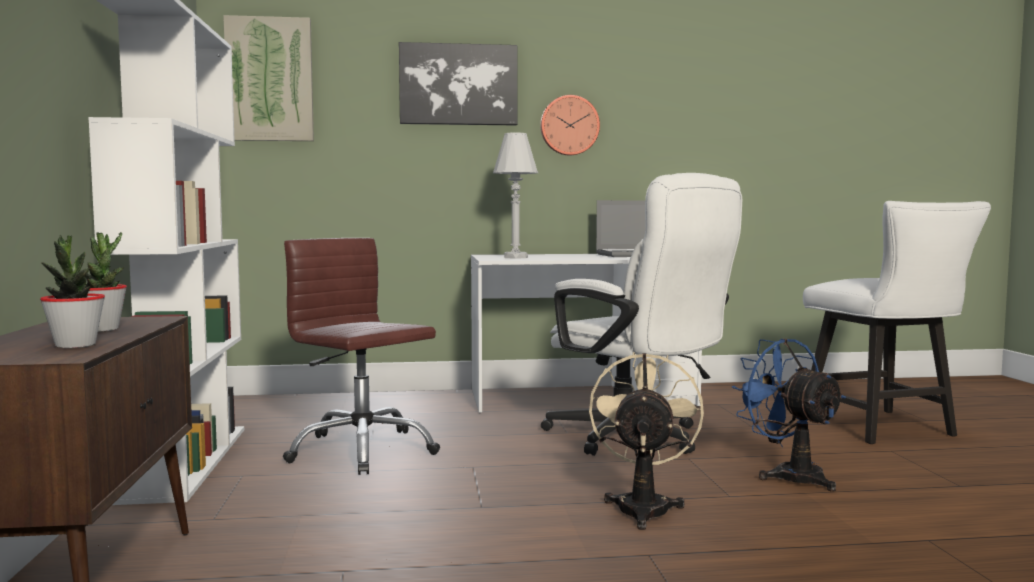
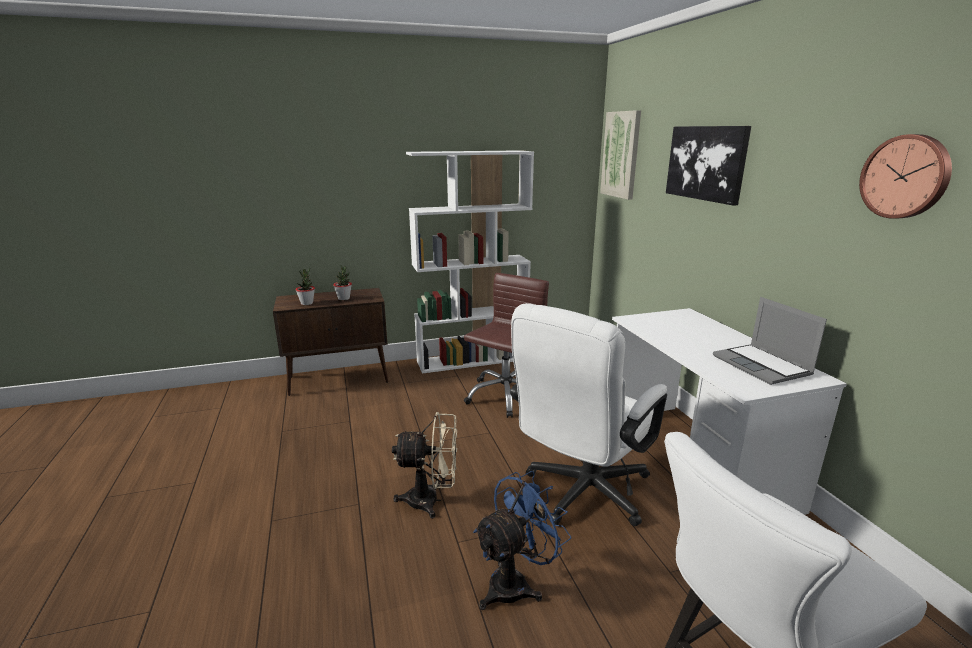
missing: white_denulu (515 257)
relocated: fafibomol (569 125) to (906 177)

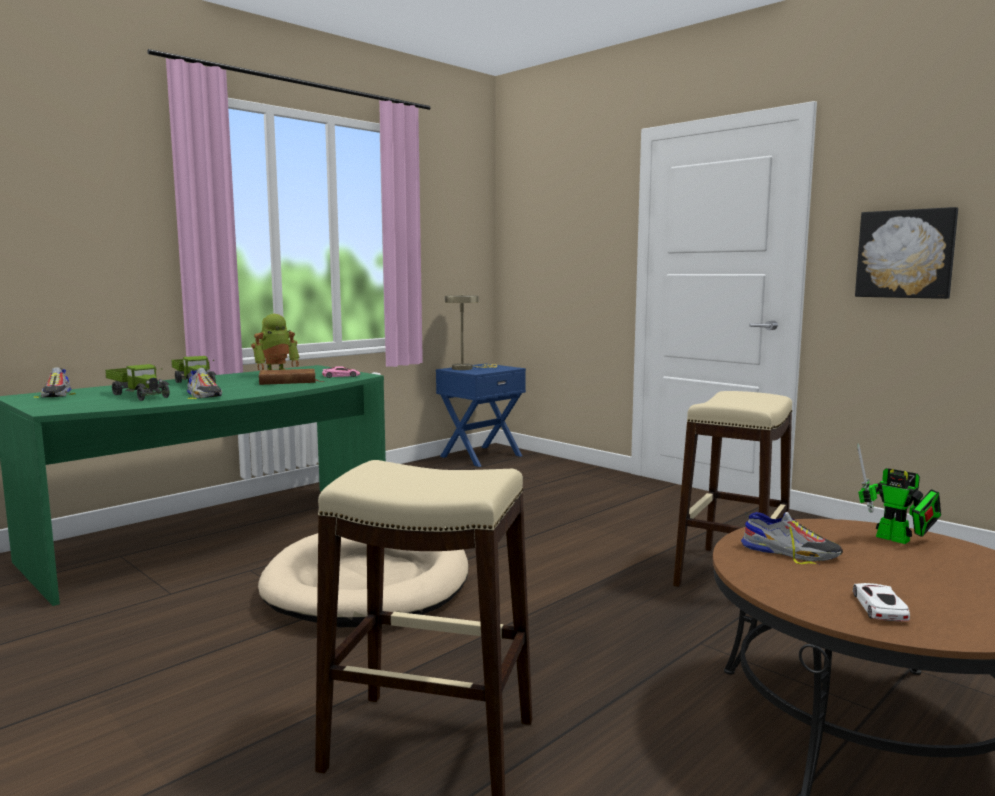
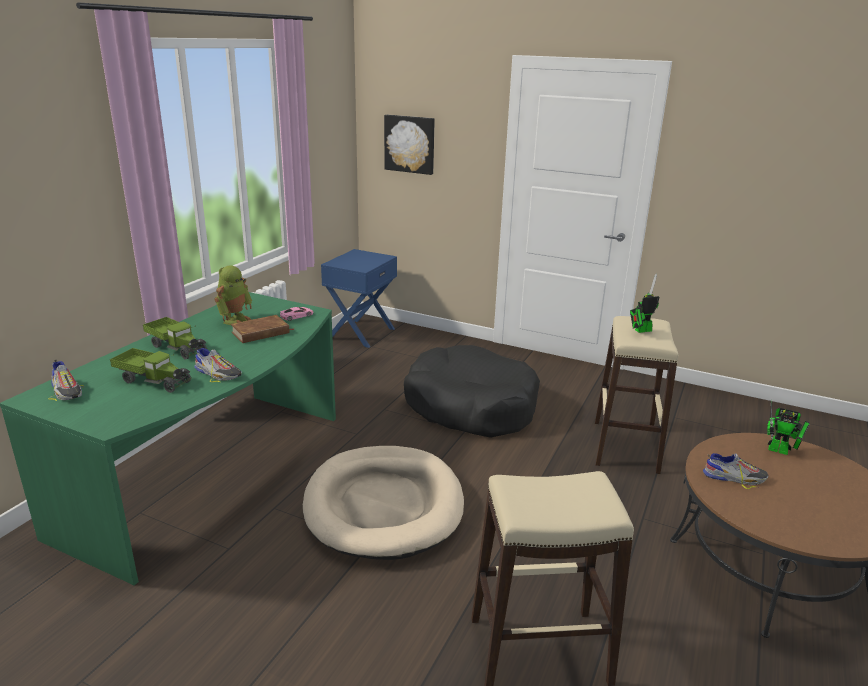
missing: beige_denulu (466 368); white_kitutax (879 607)
appeared: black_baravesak (470 406); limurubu (641 330)
relocated: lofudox (905 254) to (410 144)

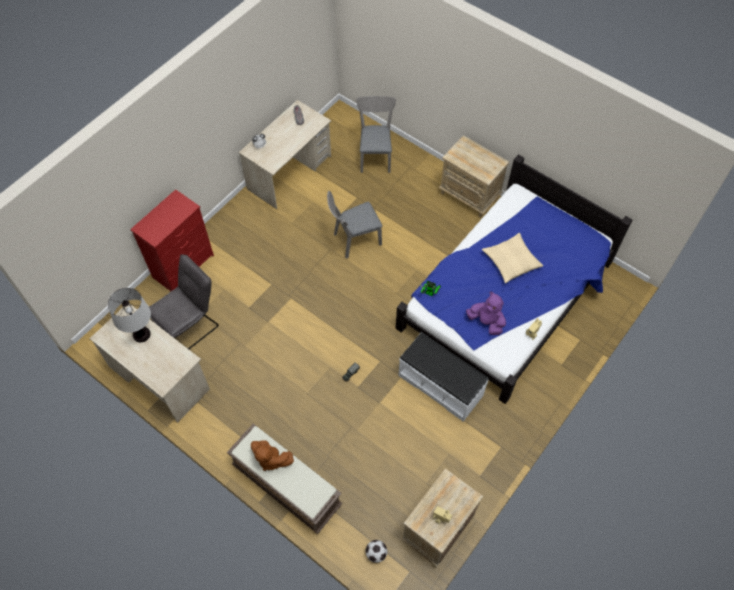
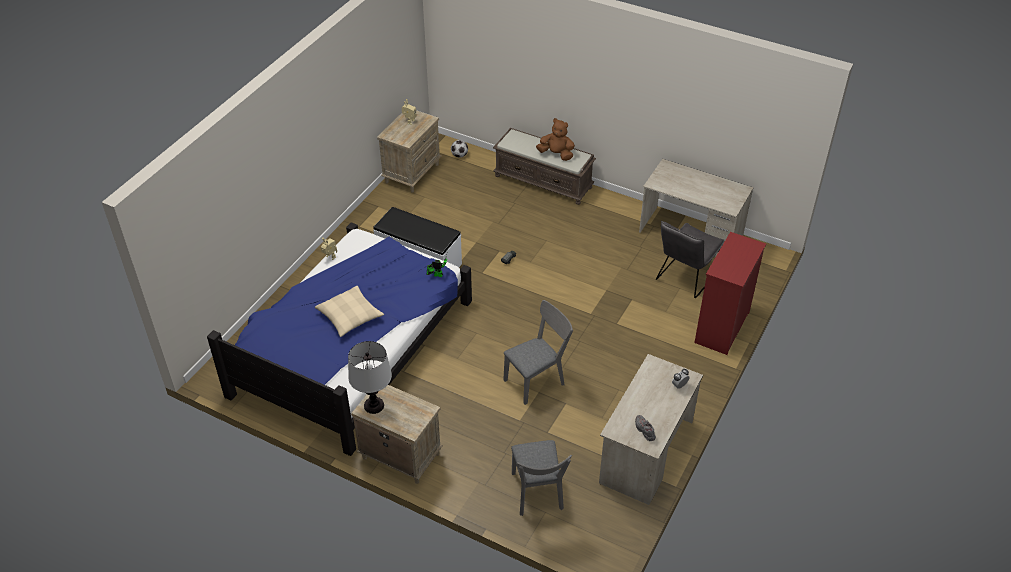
missing: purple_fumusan (486 322)
relocated: denulu (141 334) to (373 405)

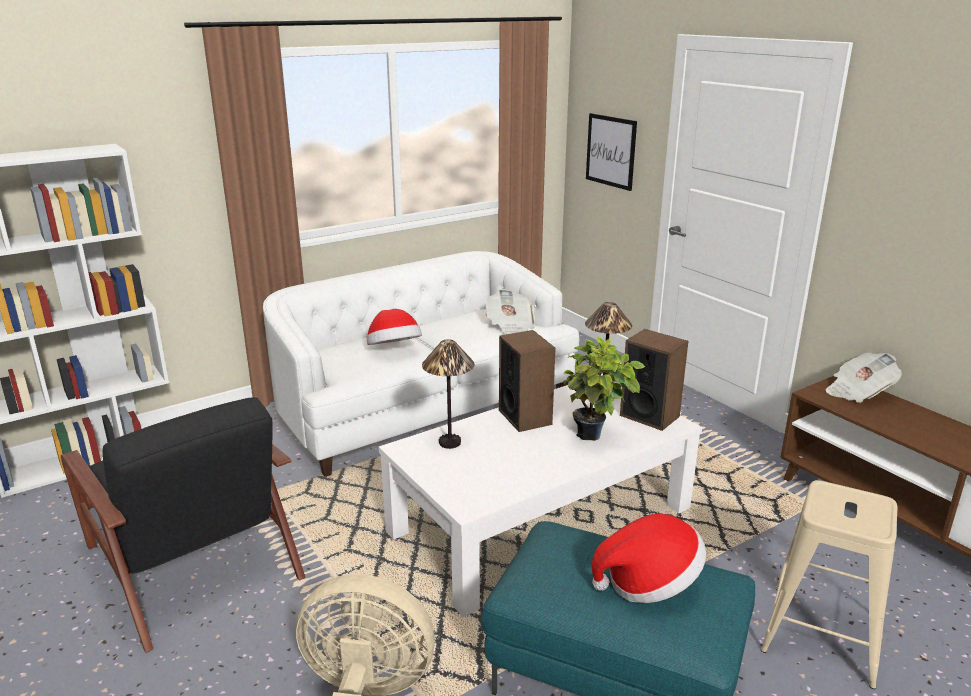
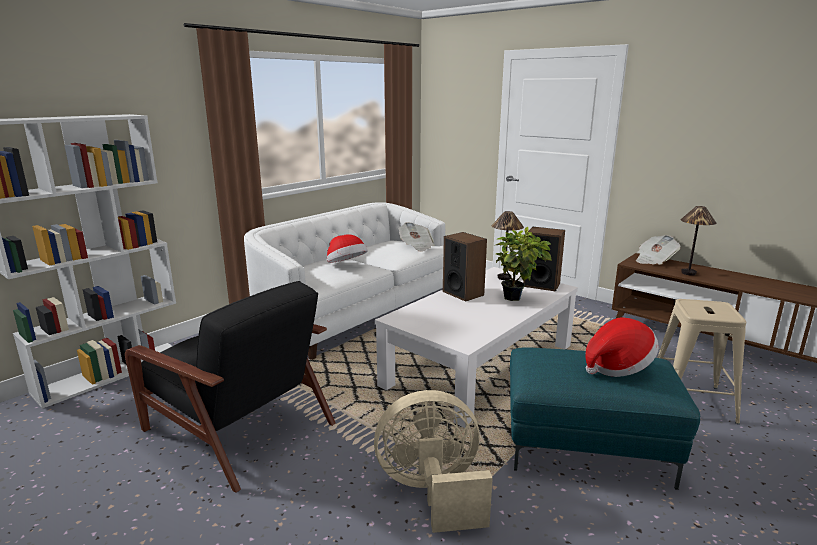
missing: lofudox (611 151)
relocated: denulu (449 443) to (688 273)

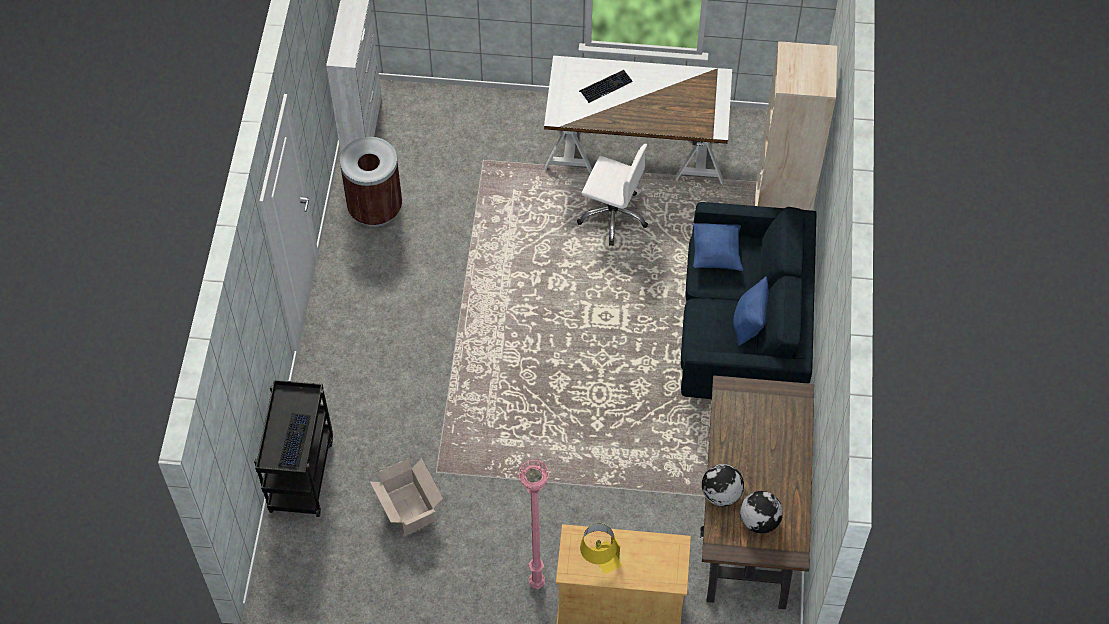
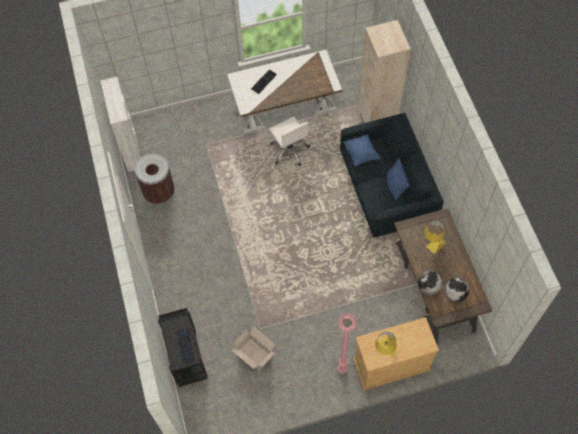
appeared: yellow_denulu (432 242)
spun: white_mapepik (613 216) = (289 150) 60 degrees clockwise

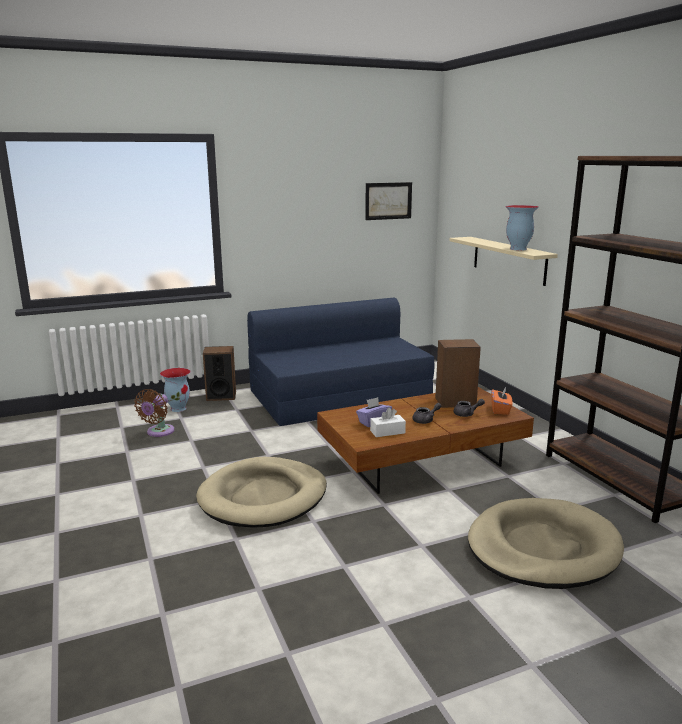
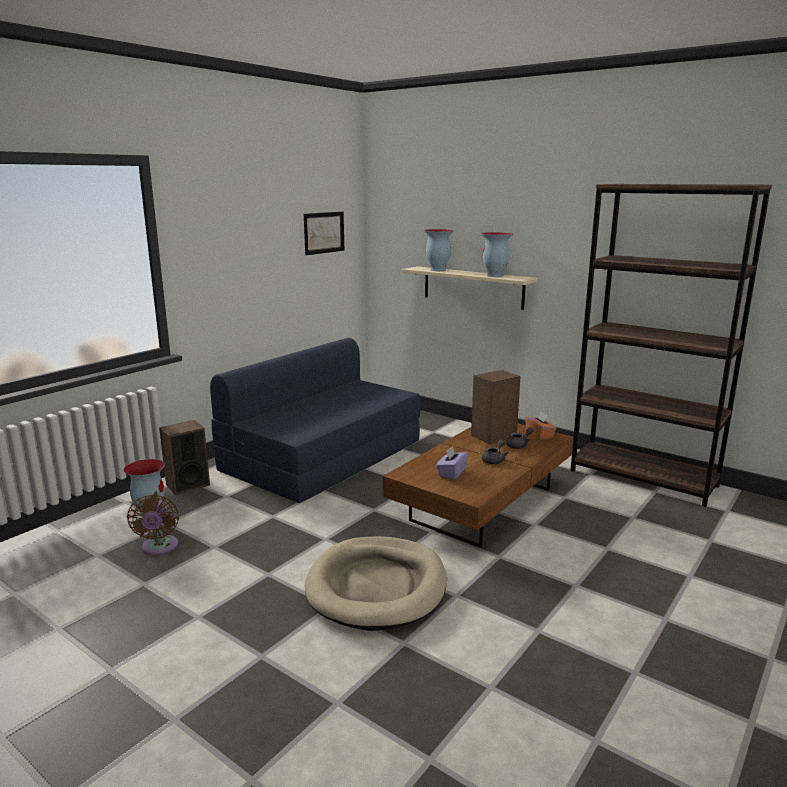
missing: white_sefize (387 432); beige_baravesak (542 548)
appeared: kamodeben (437 270)

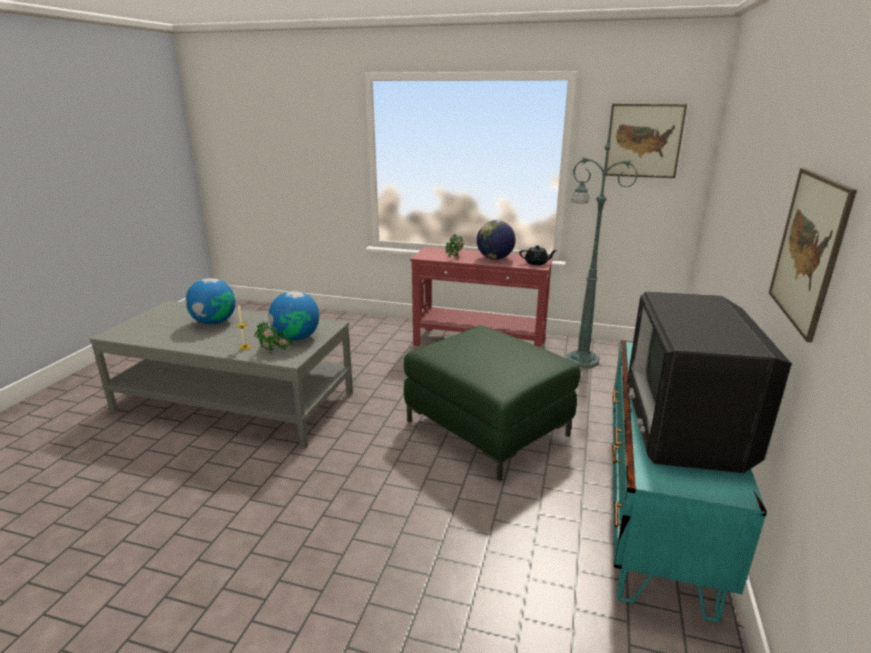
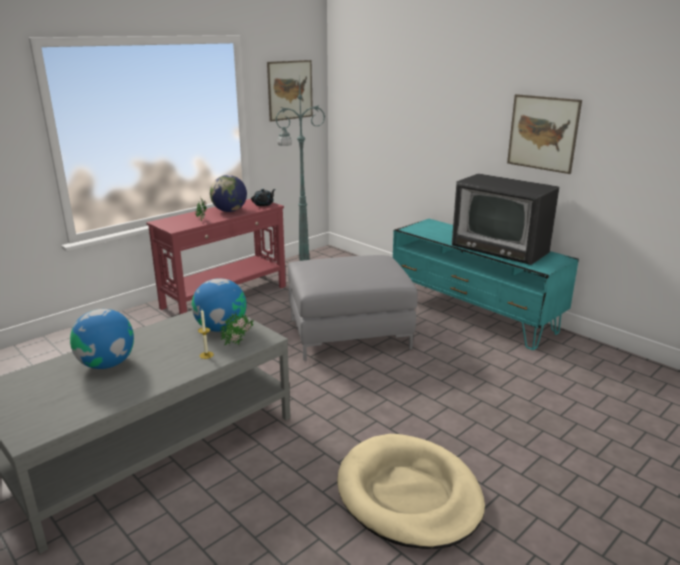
appeared: beige_baravesak (409 494)
colour: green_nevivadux (486 428) to grey_nevivadux (349 333)

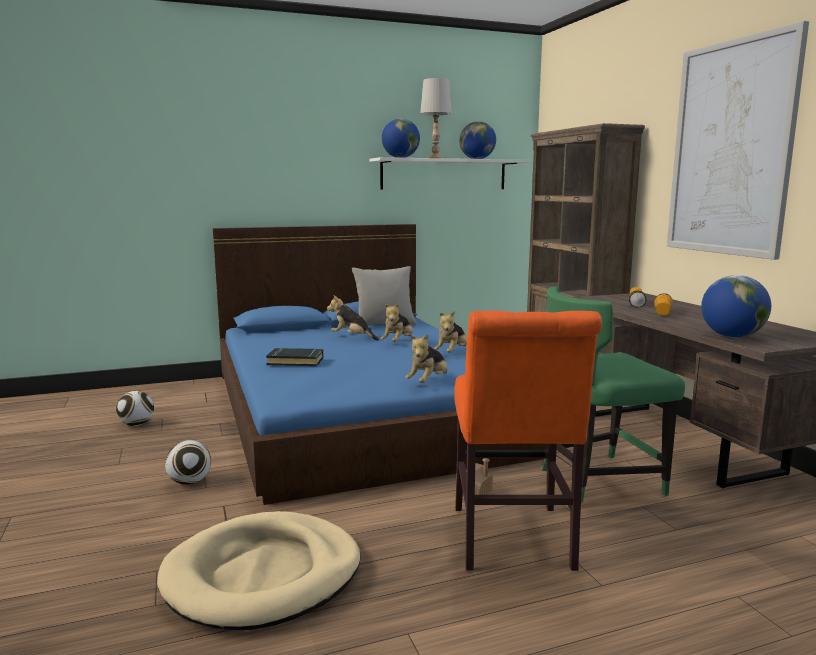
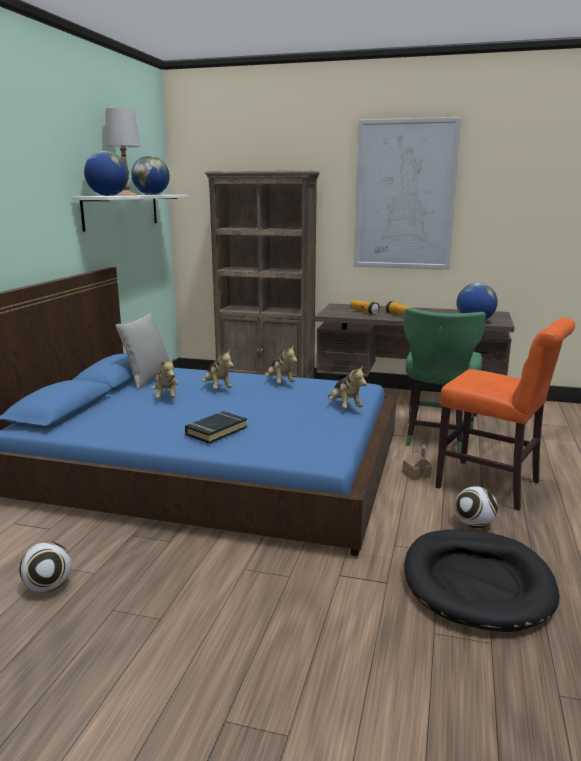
relocated: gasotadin (190 482) to (474 525)
colour: beige_baravesak (263 575) to black_baravesak (477 583)
spun: fumusan (352 337) = (167 397) 75 degrees counterclockwise

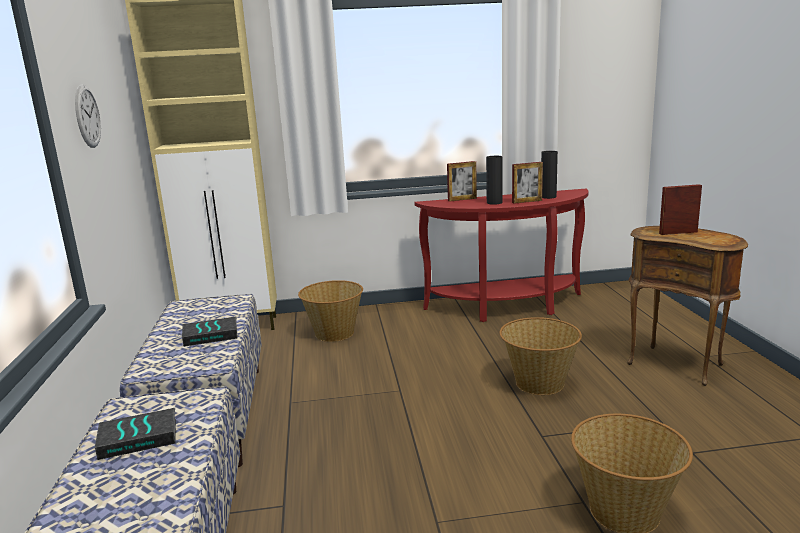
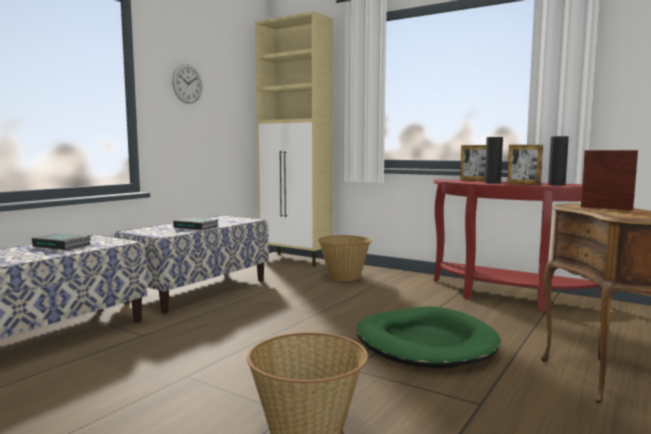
exchanged: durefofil (539 383) to green_baravesak (425 343)

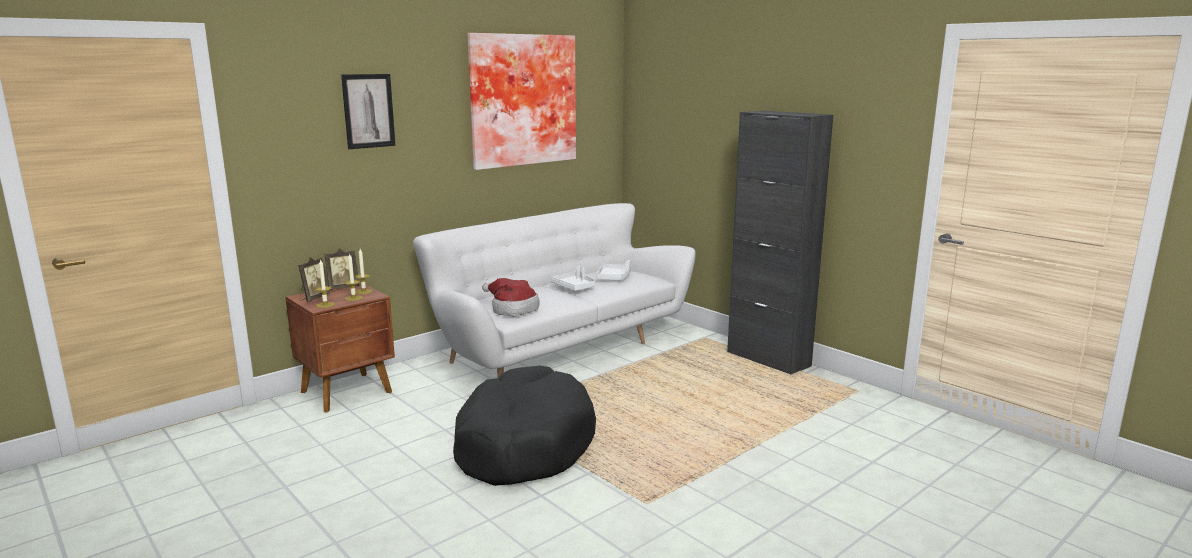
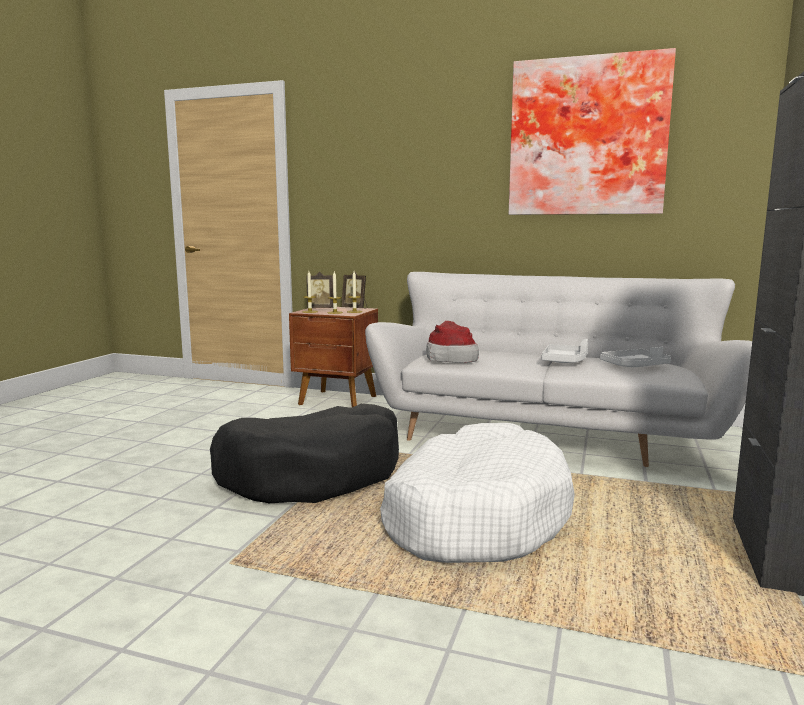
missing: lofudox (368 111)
appeared: white_baravesak (475 515)

